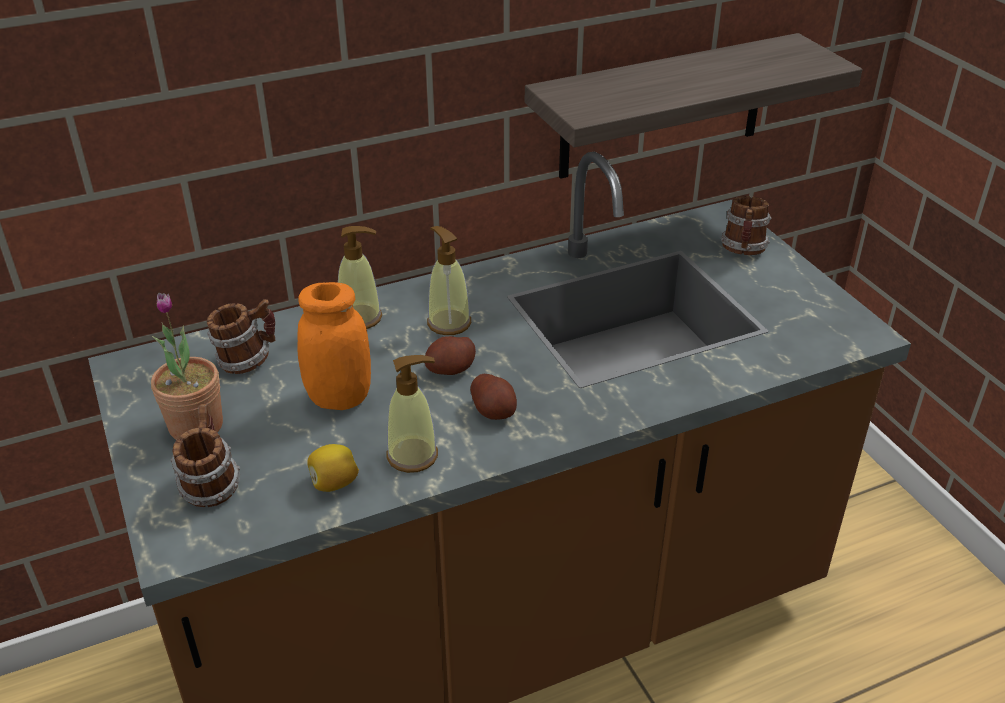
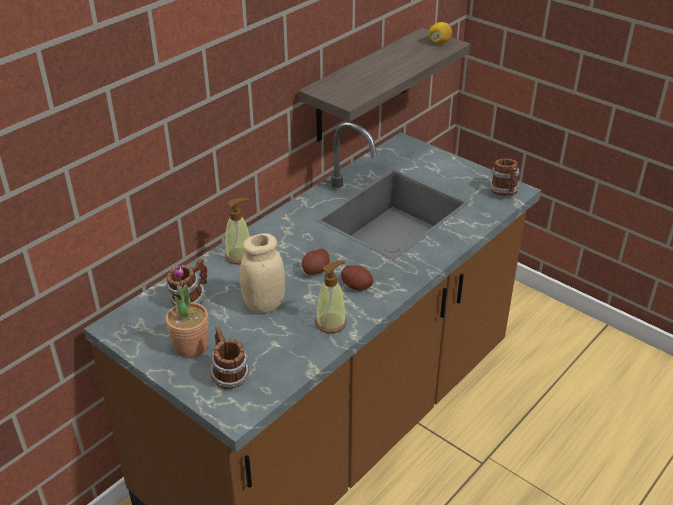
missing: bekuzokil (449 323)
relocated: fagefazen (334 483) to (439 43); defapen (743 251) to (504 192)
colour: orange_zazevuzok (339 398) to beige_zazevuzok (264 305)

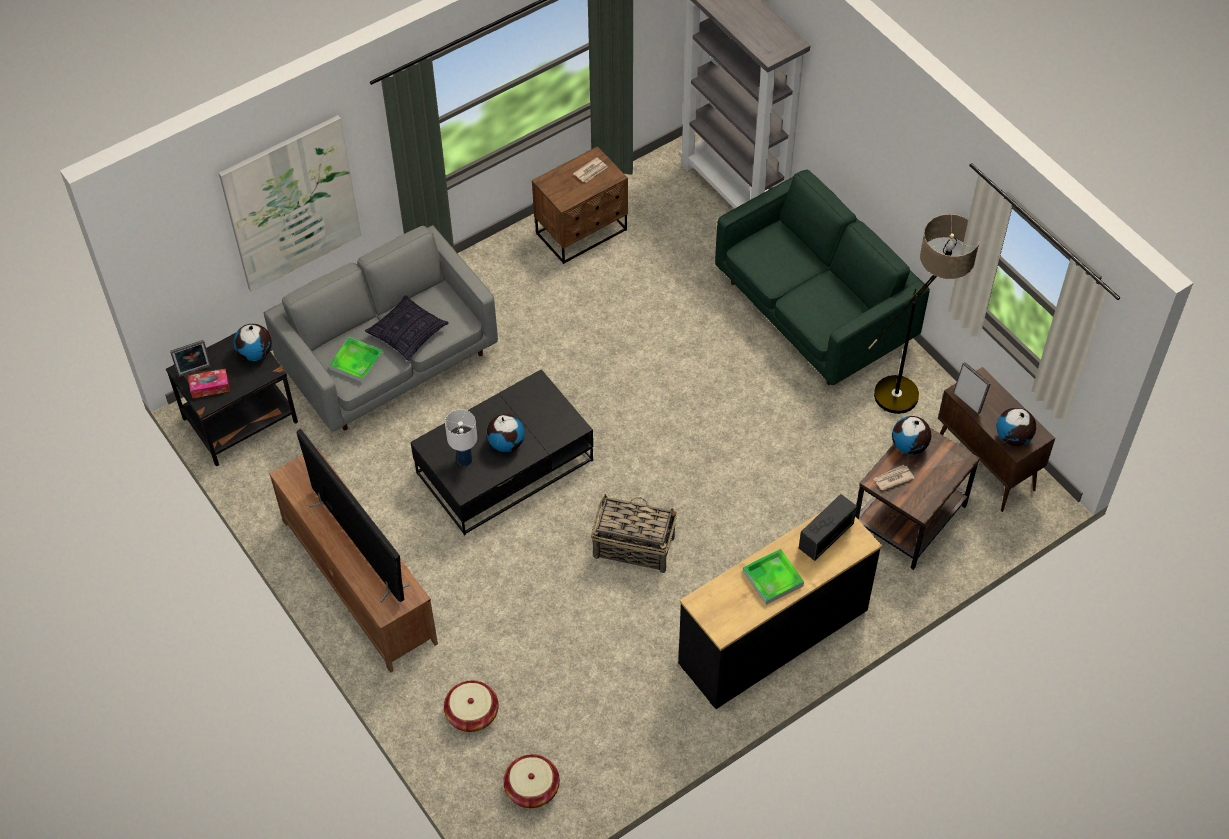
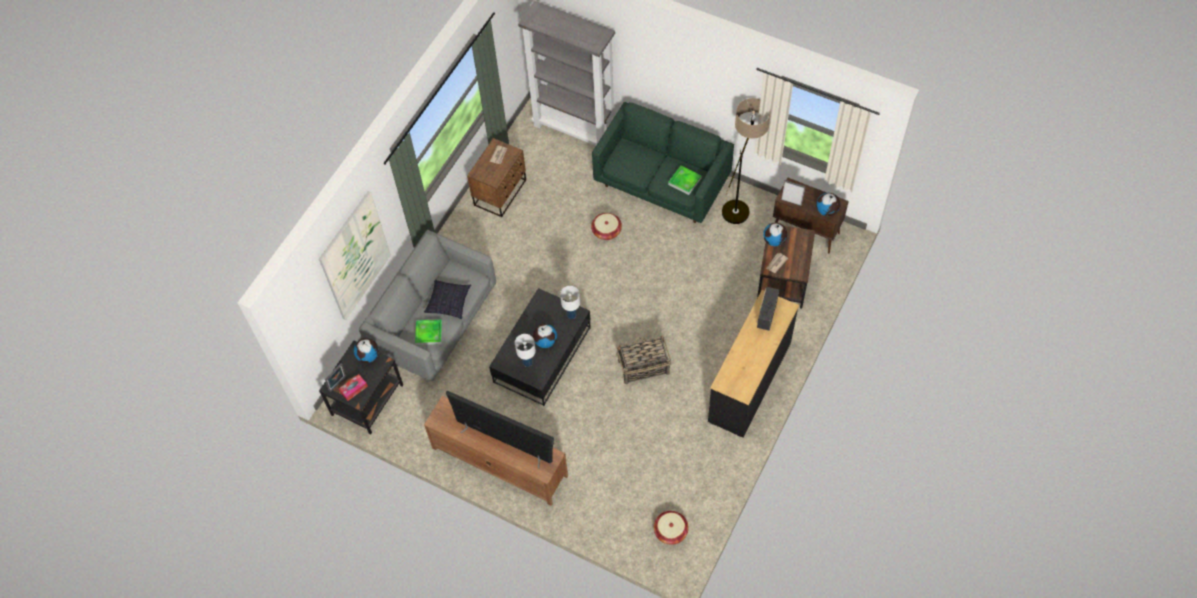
appeared: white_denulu (572 315)
relocated: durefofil (472 713) to (606 231); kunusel (772 578) to (684 181)

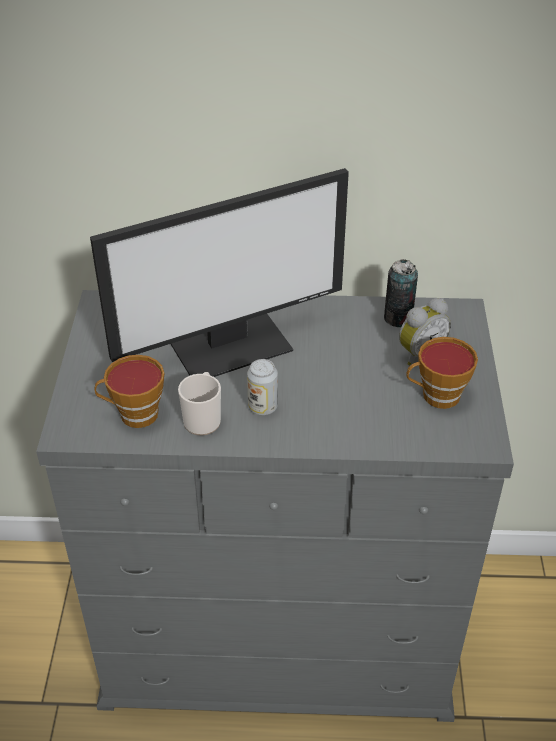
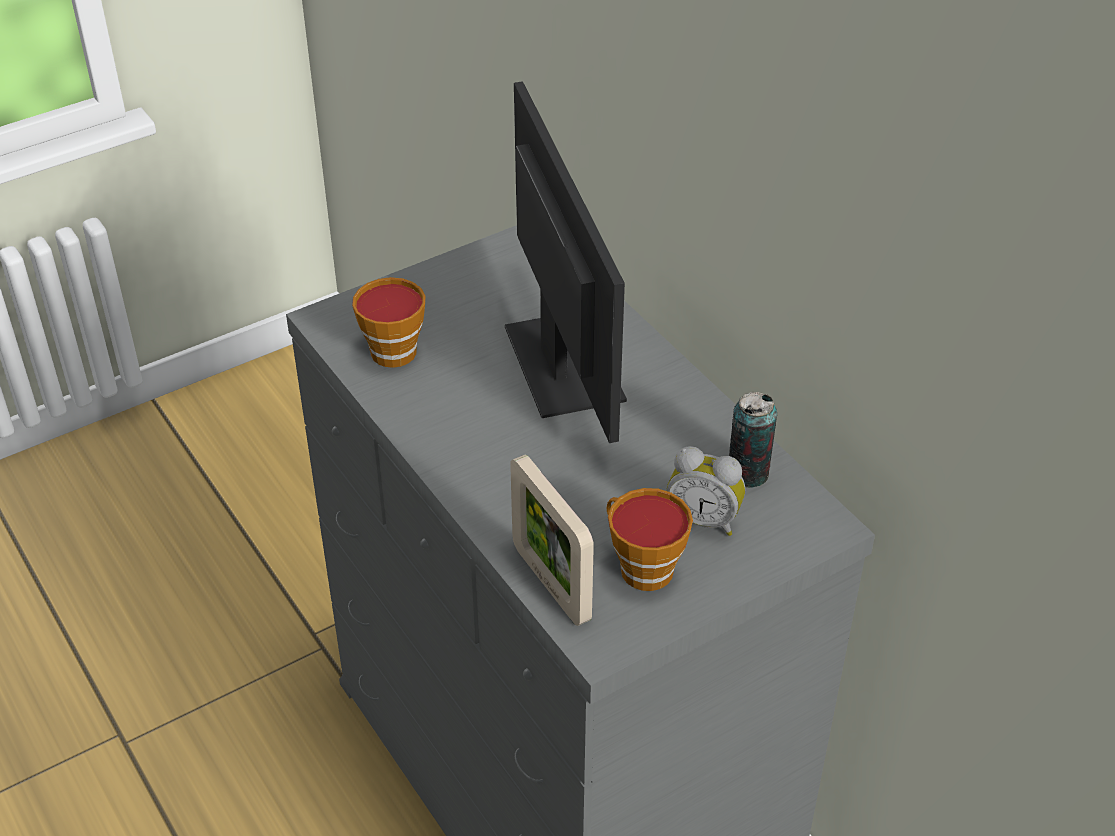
missing: defapen (203 418); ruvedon (262 407)
appeared: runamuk (551 584)
spun: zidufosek (231 345) = (560 362) 135 degrees counterclockwise

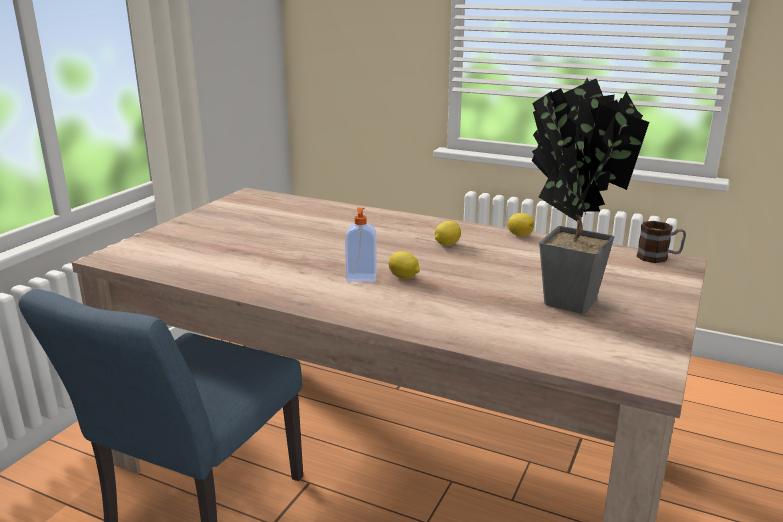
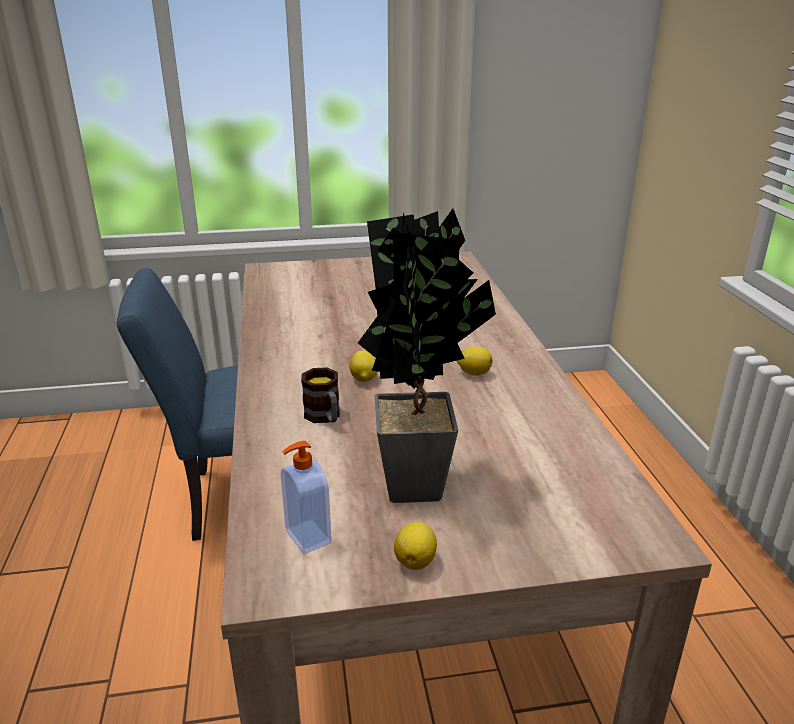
relocated: bekuzokil (361 278) to (306 537); fagefazen (519 235) to (416 560); defapen (659 257) to (325 417)

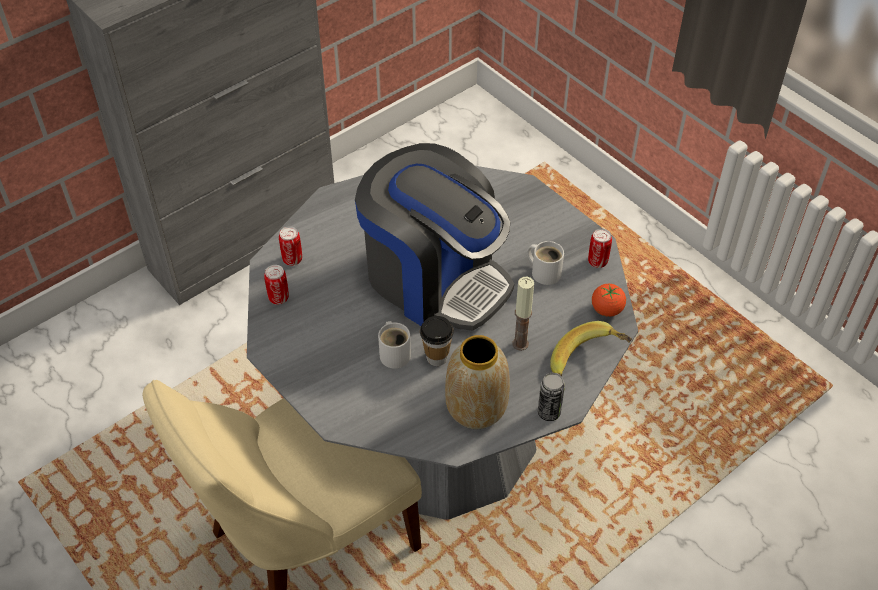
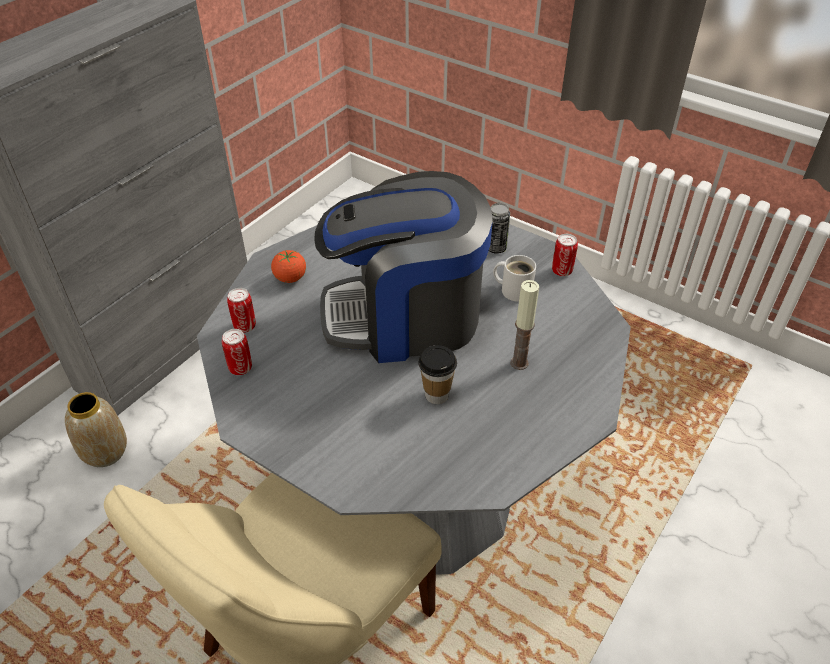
missing: white_defapen (395 353); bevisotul (588 362)
relocated: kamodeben (476 409) to (105 452); ruvedon (549 412) to (496 248); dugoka (607 310) to (290 278)
spun: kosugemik (435 278) = (405 316) 150 degrees clockwise

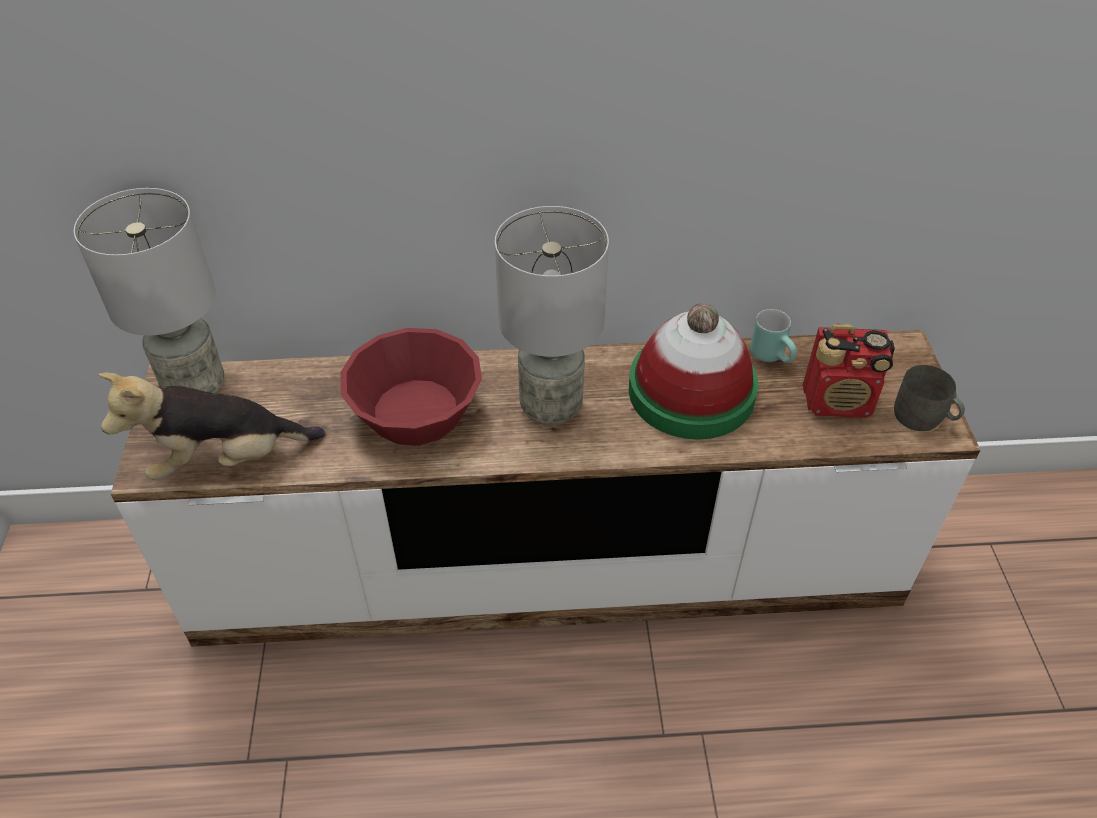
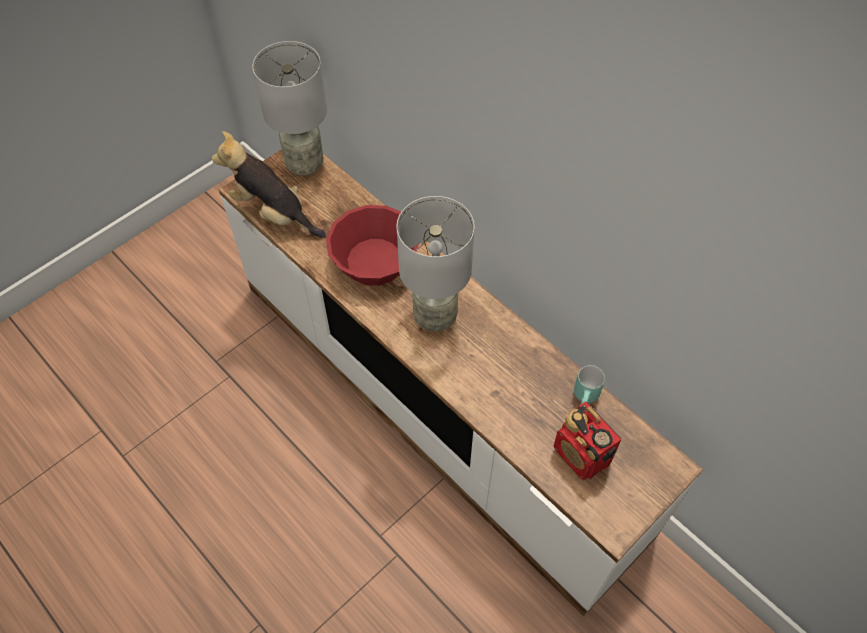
missing: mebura (691 391); grey_defapen (923 418)

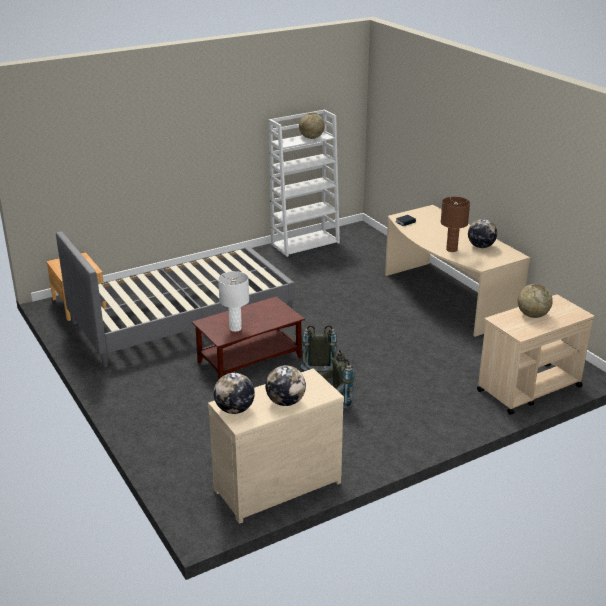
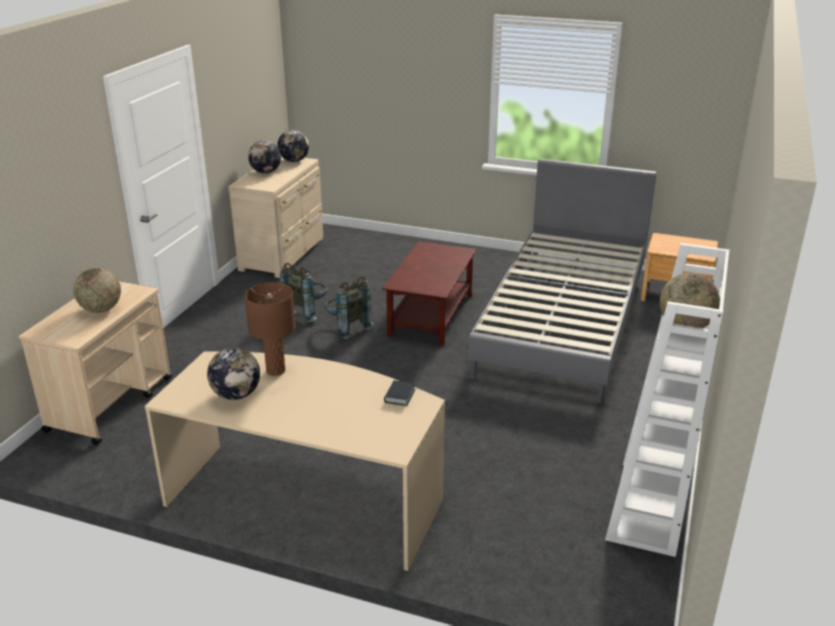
missing: white_denulu (235 328)

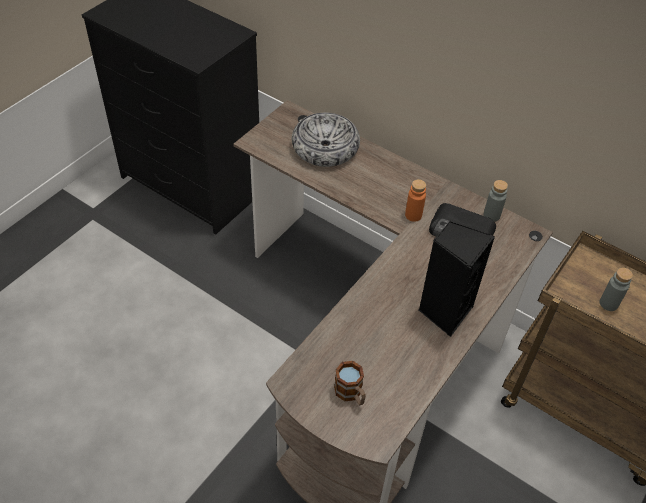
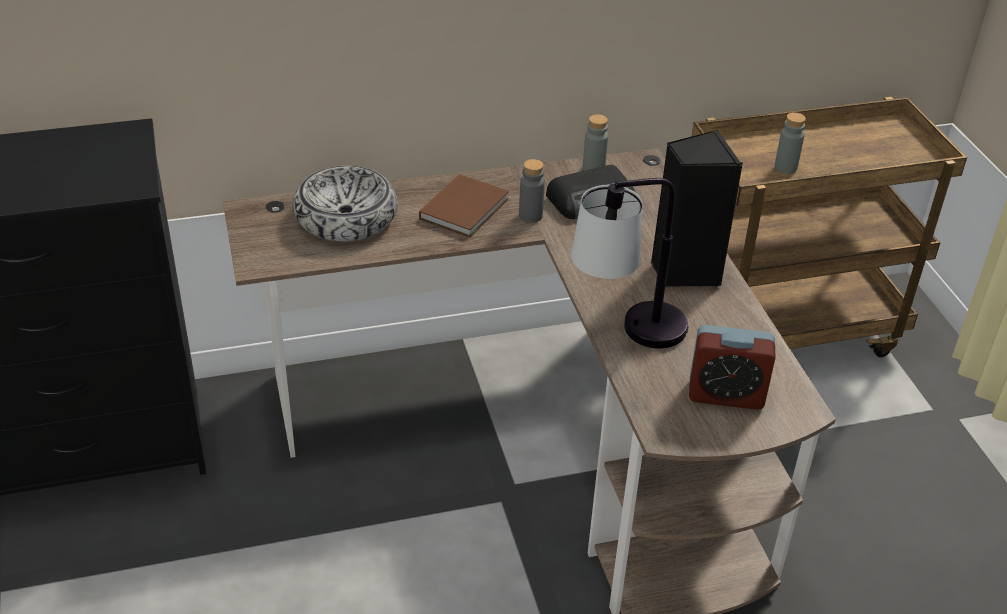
appeared: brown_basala (466 208); denulu (627 334)
exchanged: defapen (351 394) to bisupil (726 395)
colour: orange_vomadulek (413 215) to grey_vomadulek (530 216)

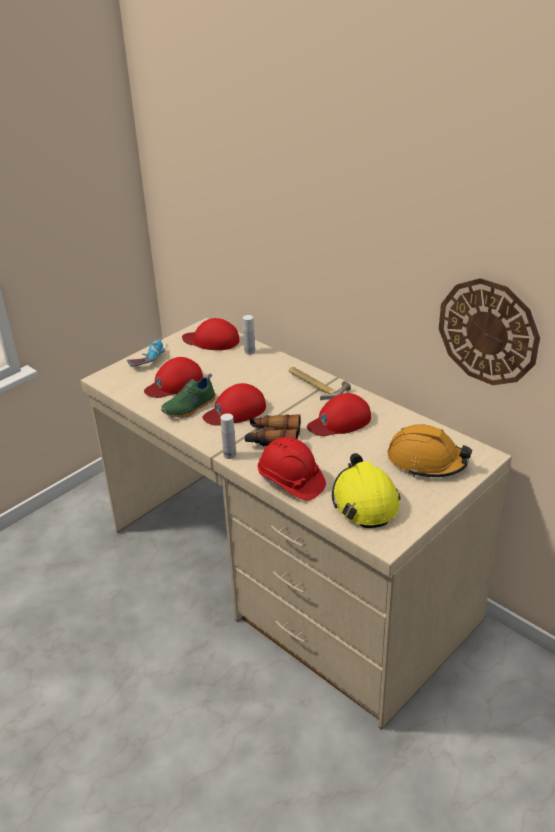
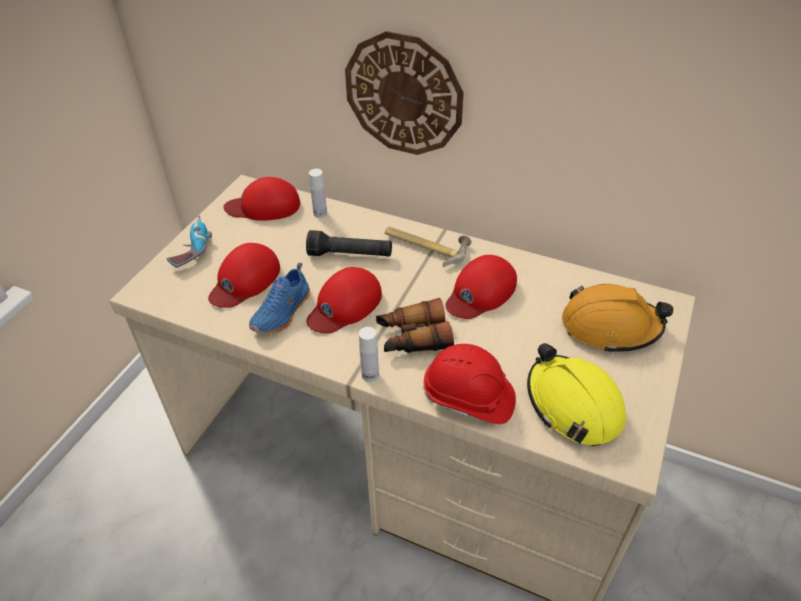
appeared: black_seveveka (350 255)
relocated: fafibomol (488 332) to (404 95)
colour: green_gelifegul (190 408) to blue_gelifegul (283 313)

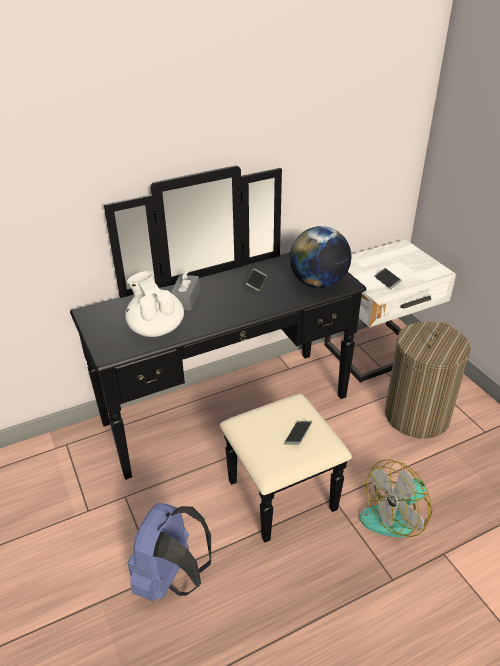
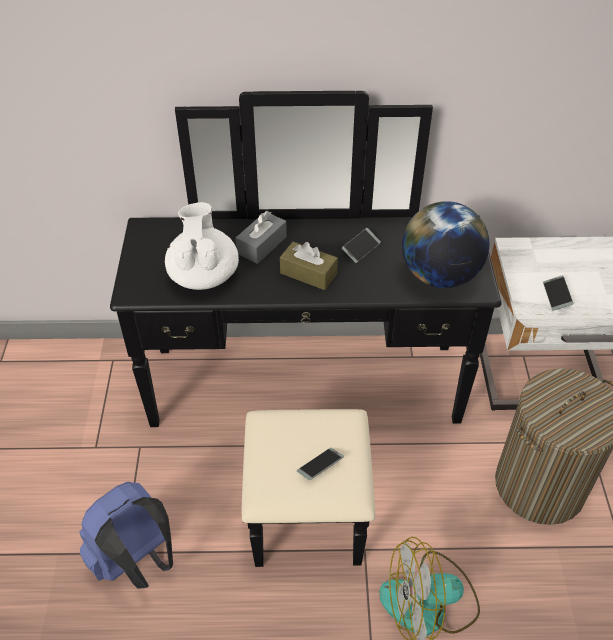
appeared: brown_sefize (308 273)

